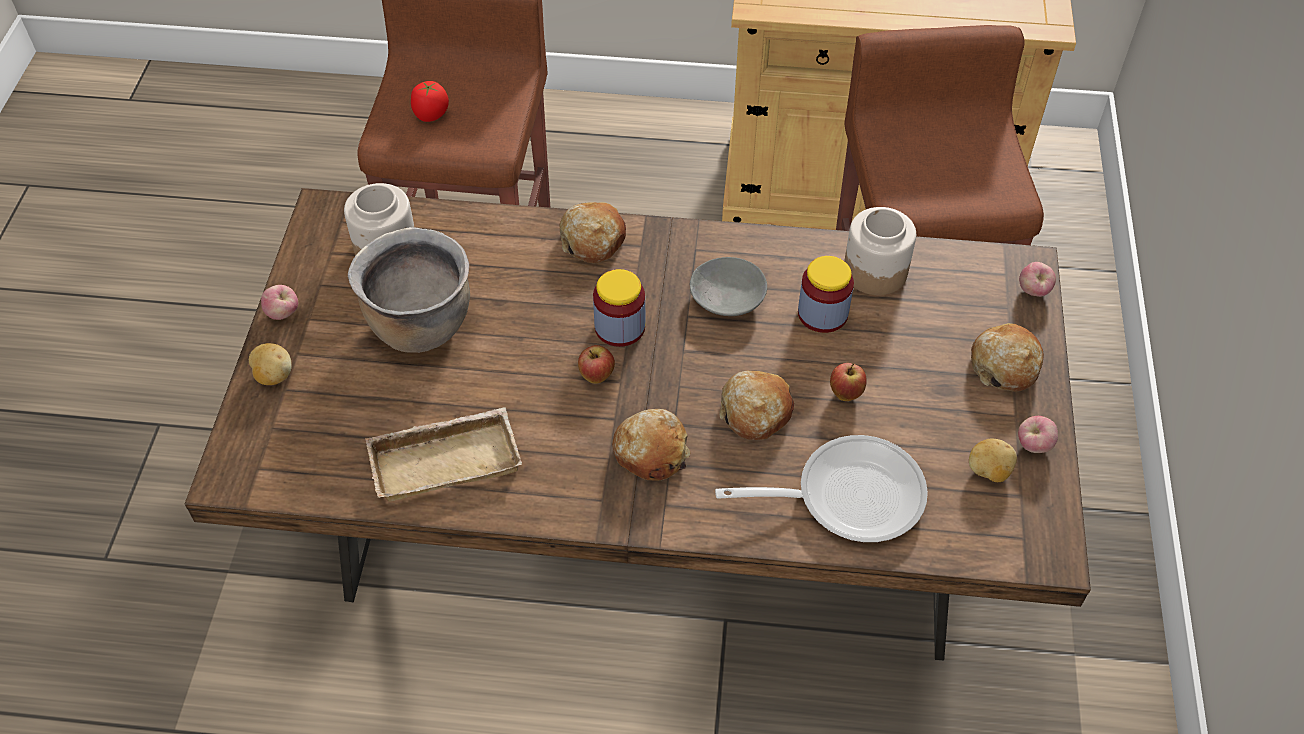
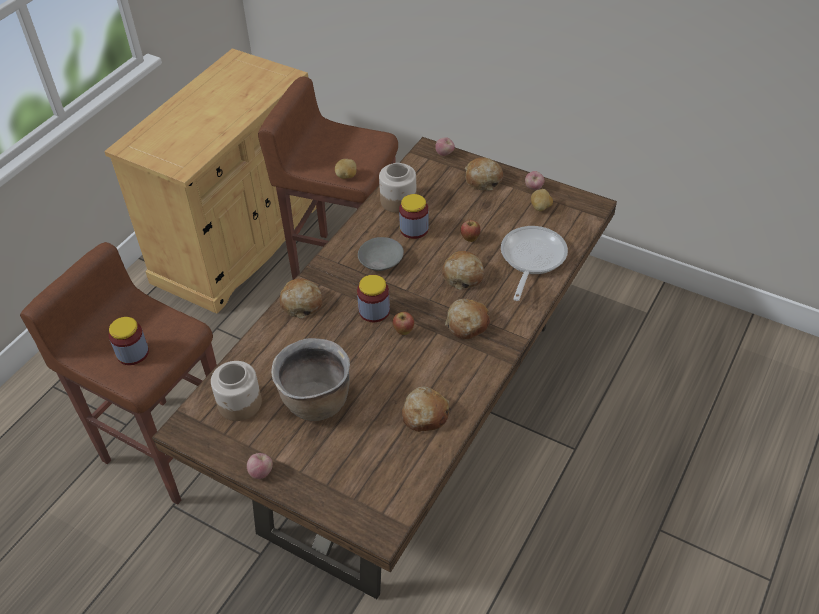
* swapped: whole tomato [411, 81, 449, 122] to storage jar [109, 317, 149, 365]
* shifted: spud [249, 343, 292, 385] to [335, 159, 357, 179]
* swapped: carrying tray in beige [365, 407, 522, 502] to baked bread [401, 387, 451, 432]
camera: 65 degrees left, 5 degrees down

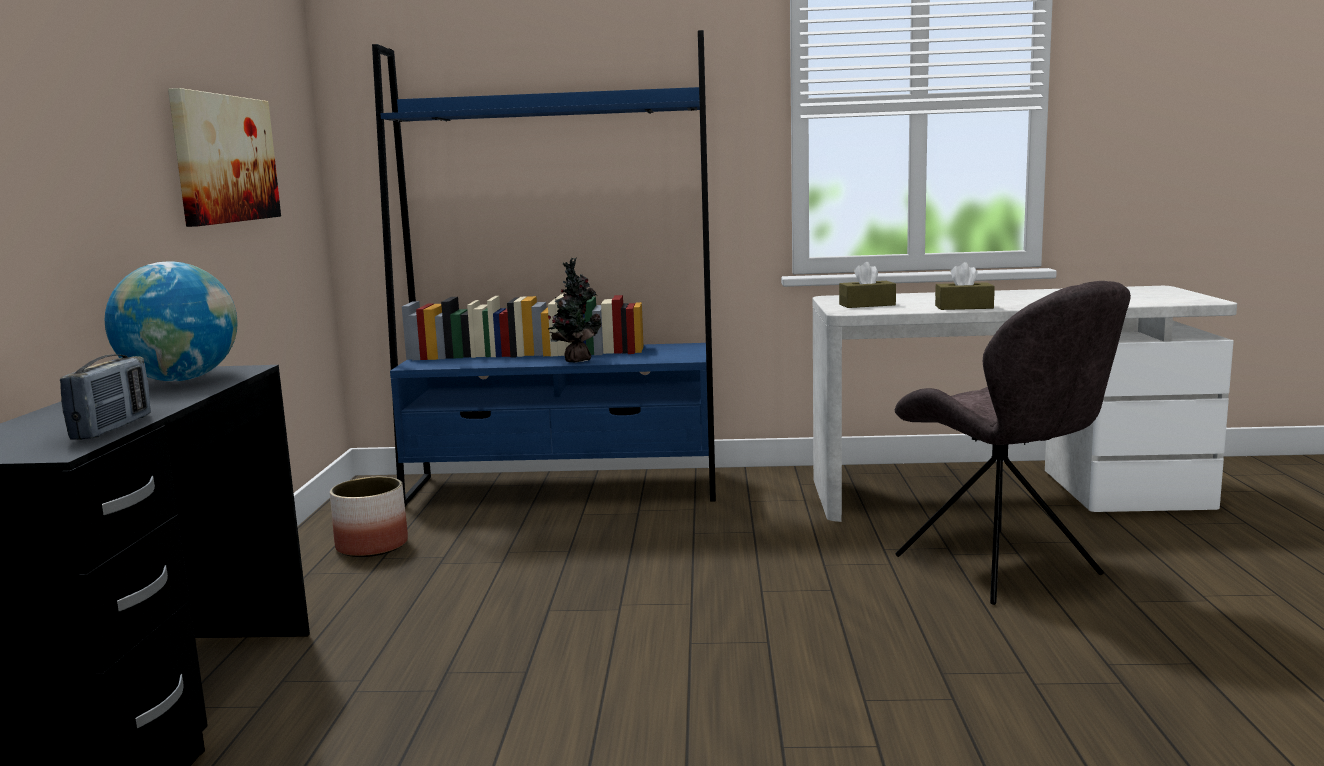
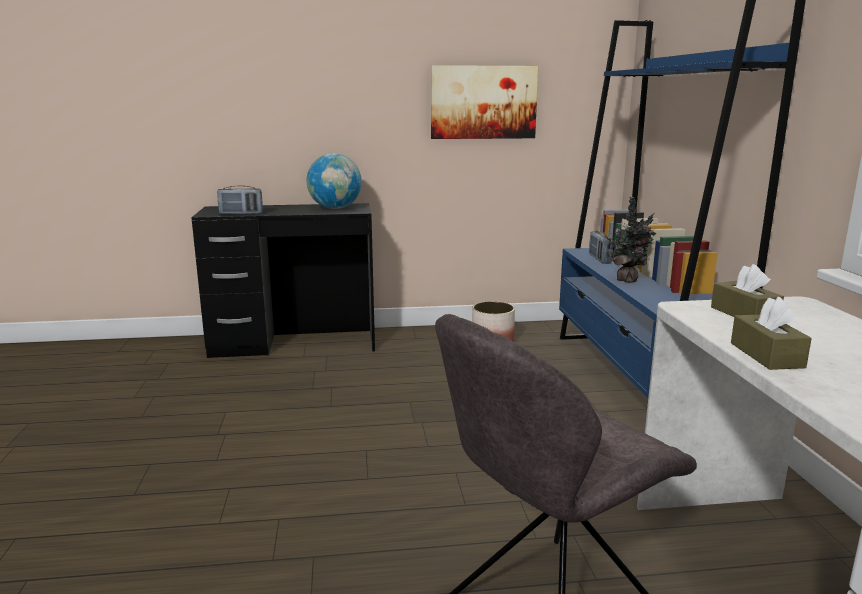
* new: radio receiver [589, 231, 613, 264]
camera: 80 degrees right, 5 degrees up

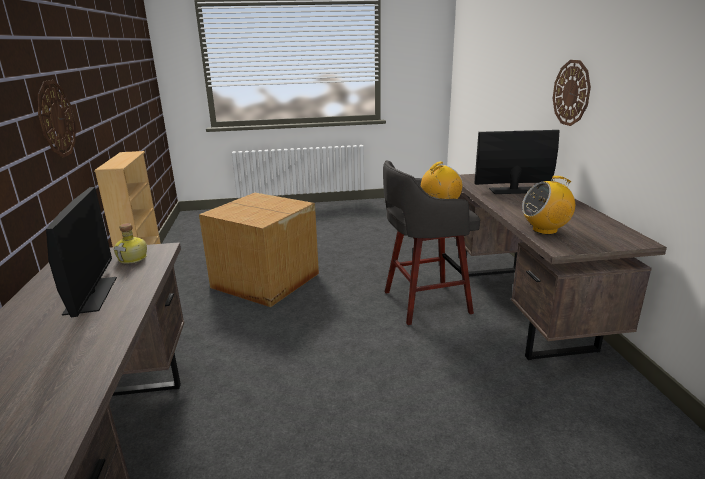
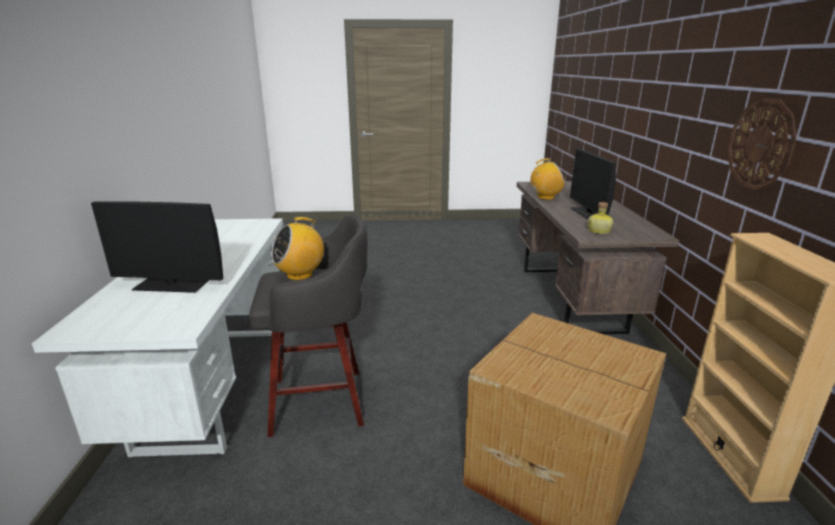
* repainted: desk table in brown-coloured [455, 174, 667, 360] to desk table in whitish [32, 218, 283, 457]
* shifted: radio receiver [522, 176, 575, 235] to [530, 158, 565, 200]
* gone: hanging clock [553, 60, 591, 126]
camera: 175 degrees left, 0 degrees up

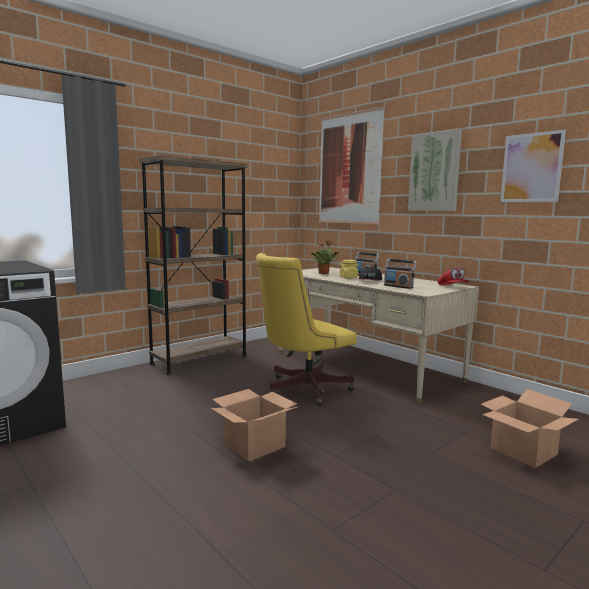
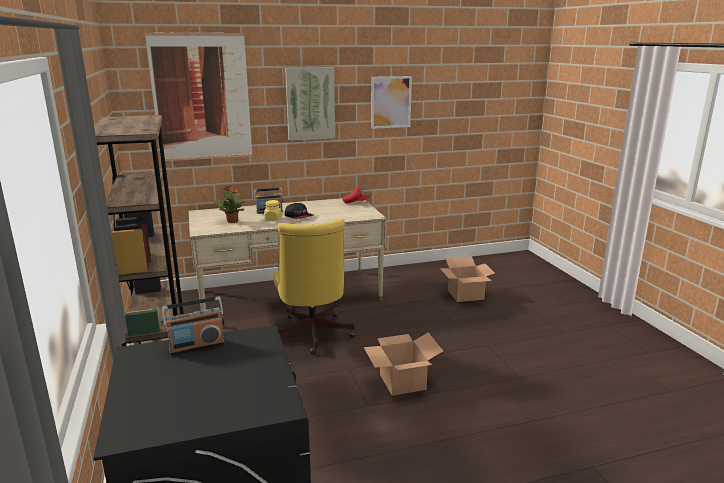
* shifted: radio receiver [384, 259, 417, 289] to [162, 296, 225, 355]
camera: 65 degrees left, 10 degrees up

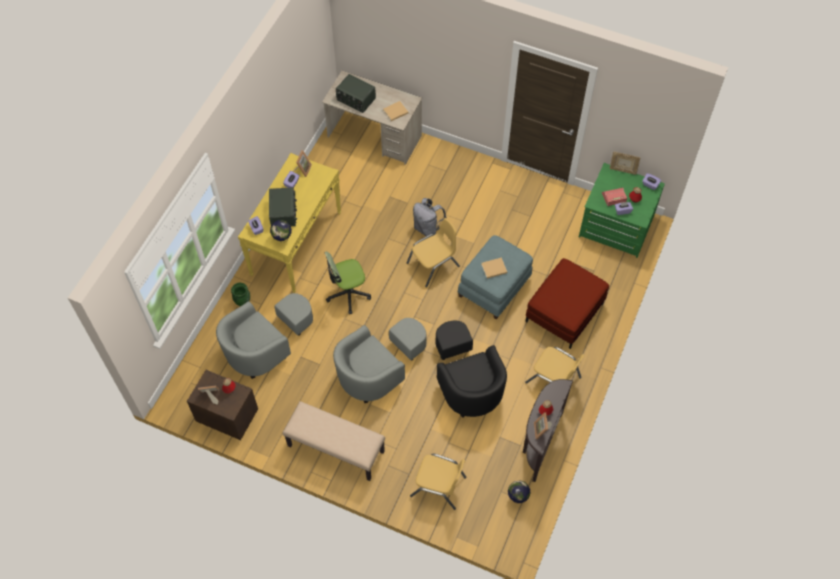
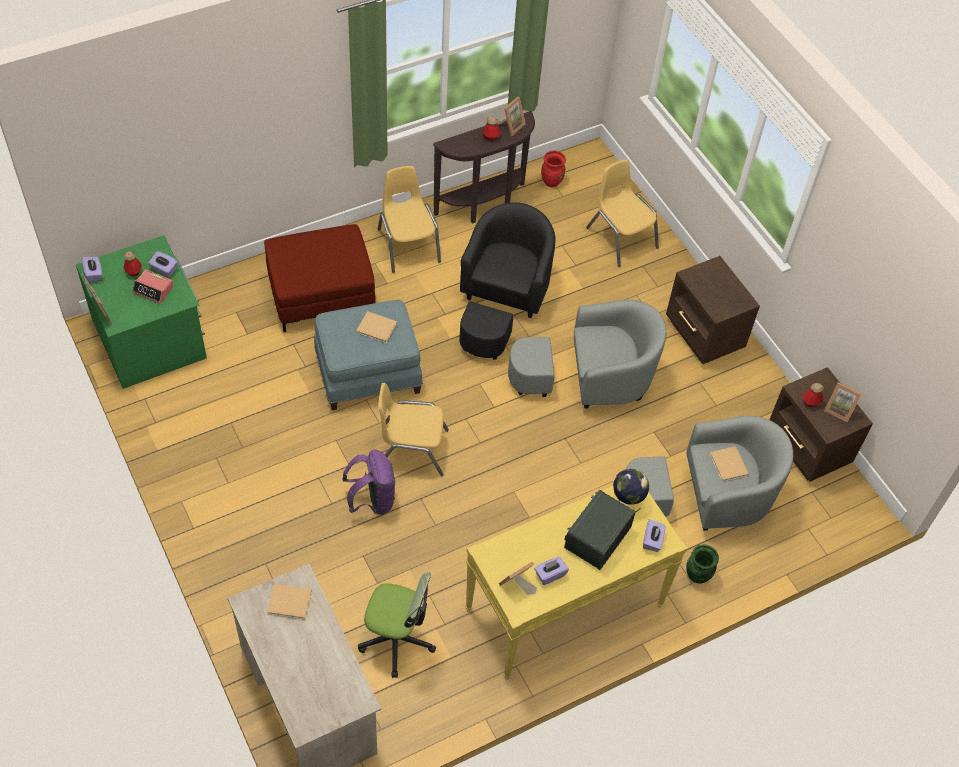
* repainted: knapsack in gray [413, 198, 447, 236] to knapsack in purple-coloured [342, 450, 395, 515]
* shifted: office chair [325, 252, 371, 314] to [358, 573, 436, 678]
* swapped: world globe [508, 481, 530, 503] to vase in red-coloured [541, 150, 566, 187]
* swapped: indoor bench in beige [283, 401, 385, 481] to night table in brown-coloured [666, 256, 760, 364]
* new: volume in beige [710, 446, 749, 482]
* gone: radio receiver [336, 74, 376, 113]
camera: 145 degrees left, 5 degrees down

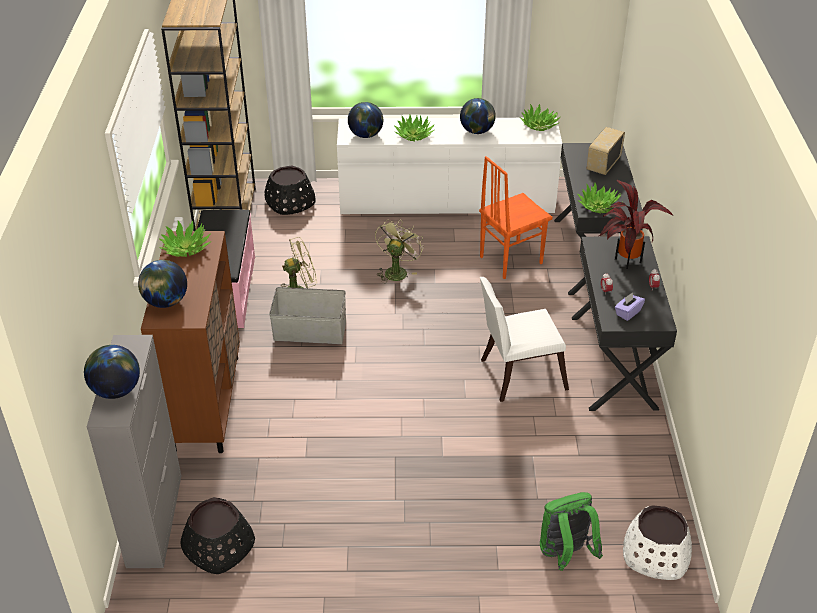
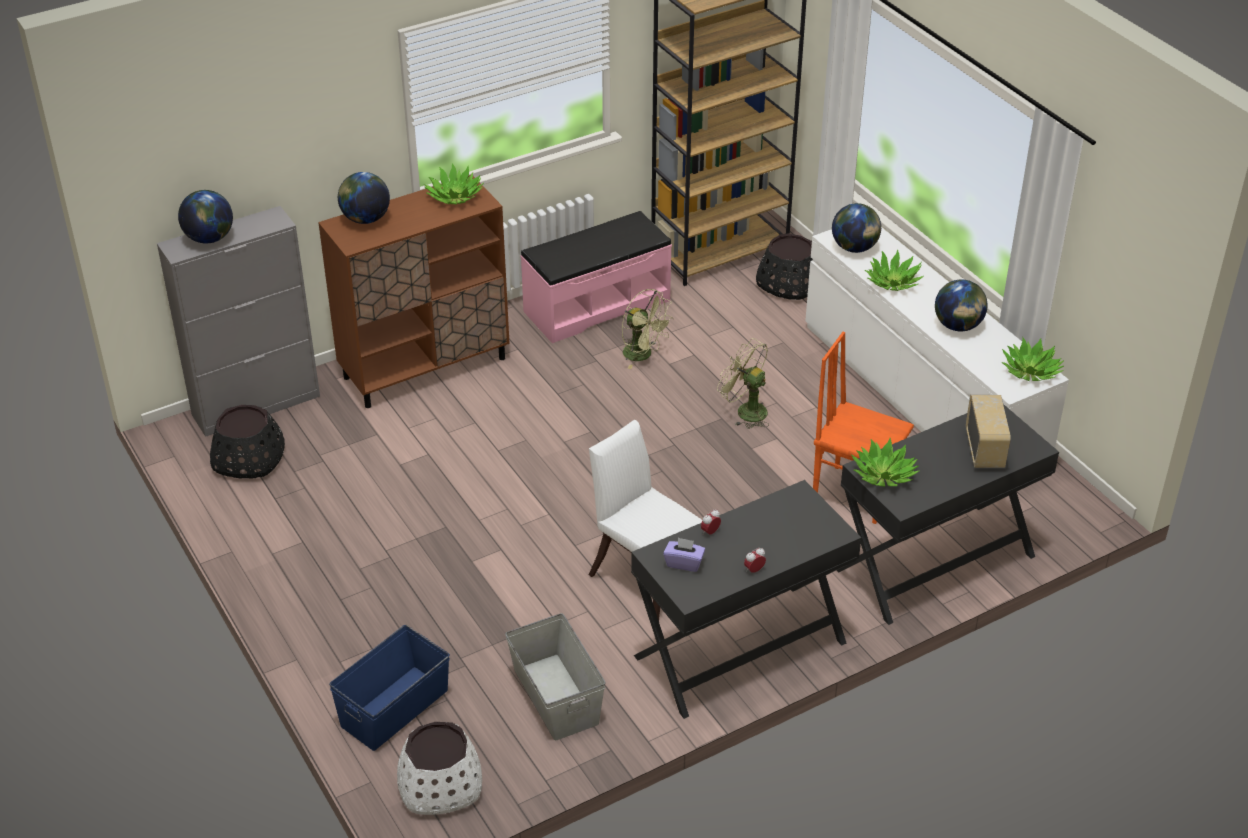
* swapped: knapsack in green-coloured [540, 492, 603, 571] to storage box in blue-coloured [329, 625, 450, 751]
* shifted: storage box in gray [269, 287, 346, 344] to [505, 613, 606, 741]
* rotated: electric fan in green-coloured [375, 219, 424, 283] = [717, 338, 769, 429] 135 degrees counterclockwise
* rotated: radio receiver [587, 127, 625, 175] = [966, 395, 1011, 468] 90 degrees clockwise
* gone: houseplant [599, 180, 673, 269]
camera: 60 degrees right, 0 degrees up

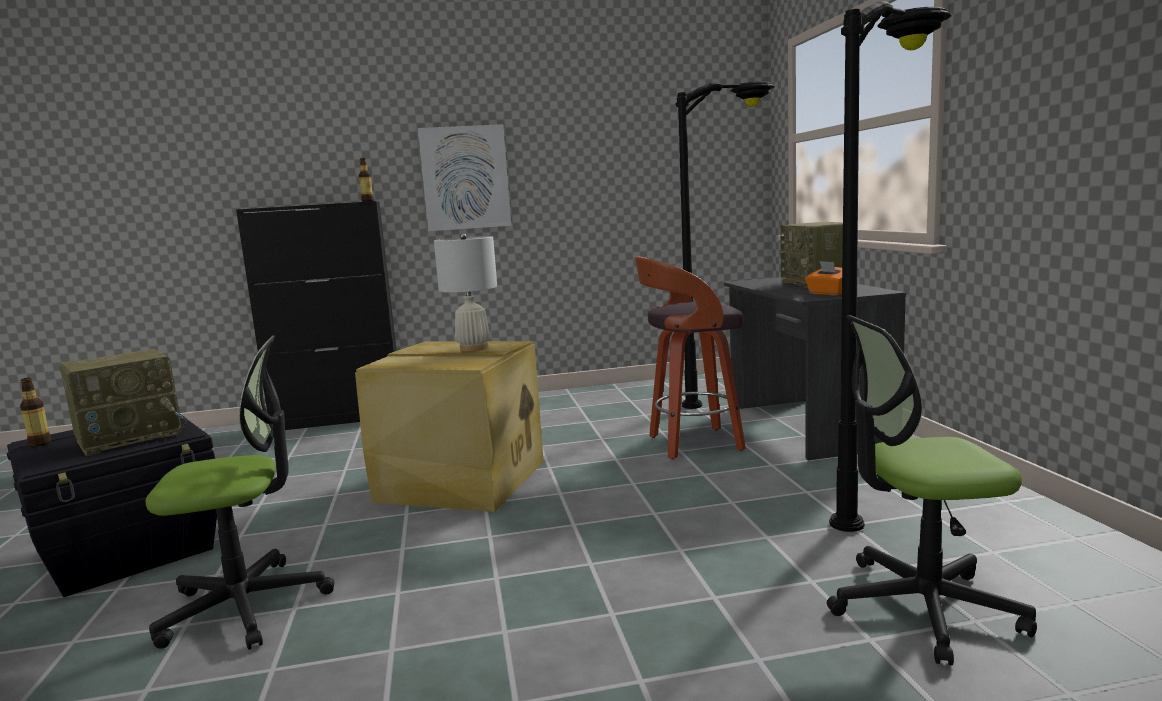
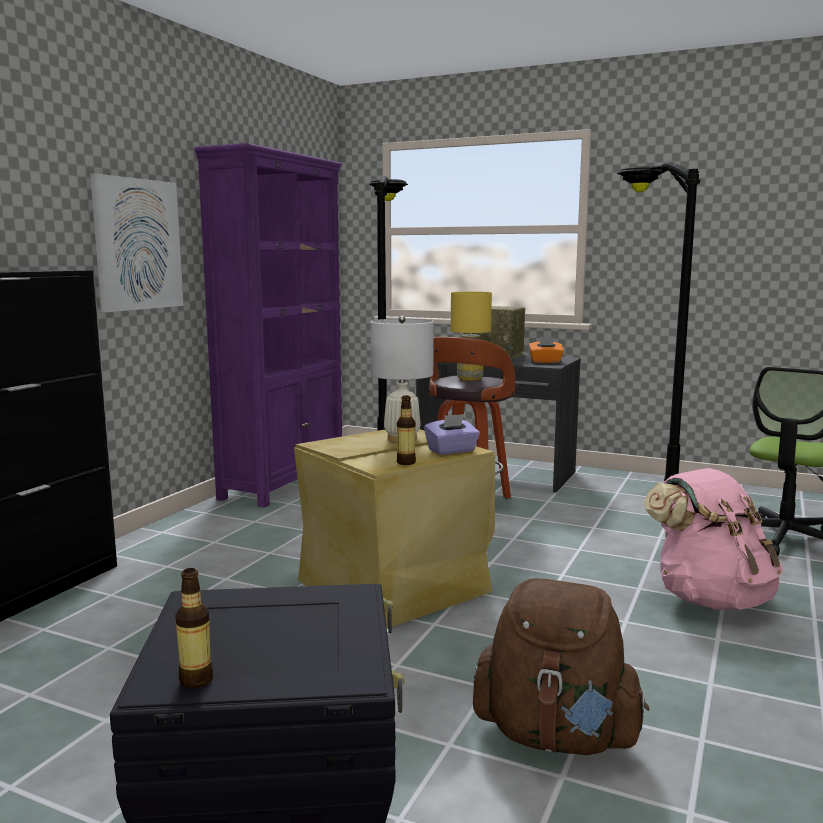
* new: bookshelf in purple-coloured [194, 143, 342, 508]
* shifted: beverage bottle [359, 158, 374, 202] to [397, 396, 416, 465]
* new: tissue holder in purple-coloured [424, 414, 480, 455]
* new: tabletop lamp in yellow [451, 292, 492, 381]
* swapped: office chair [146, 336, 334, 650] to knapsack in brown-coloured [473, 578, 649, 755]
* new: knapsack in pink [644, 468, 783, 610]
* gone: radio receiver [59, 349, 187, 456]
camera: 55 degrees left, 0 degrees up

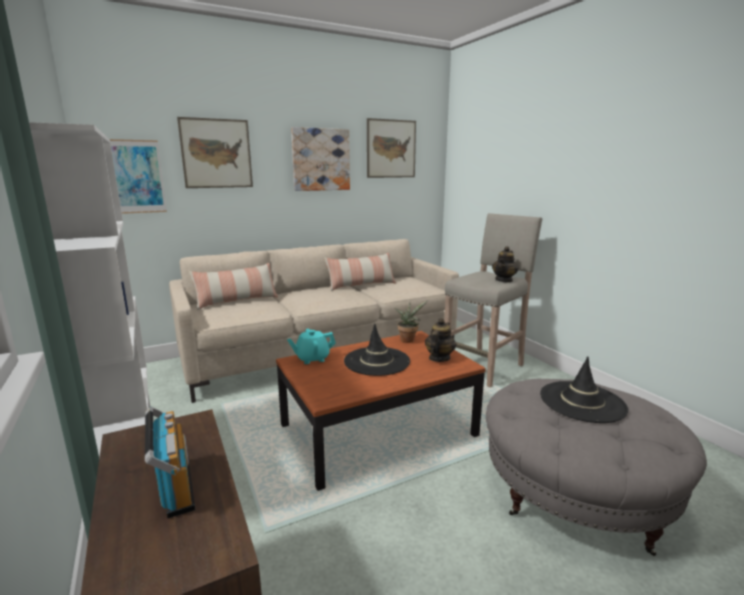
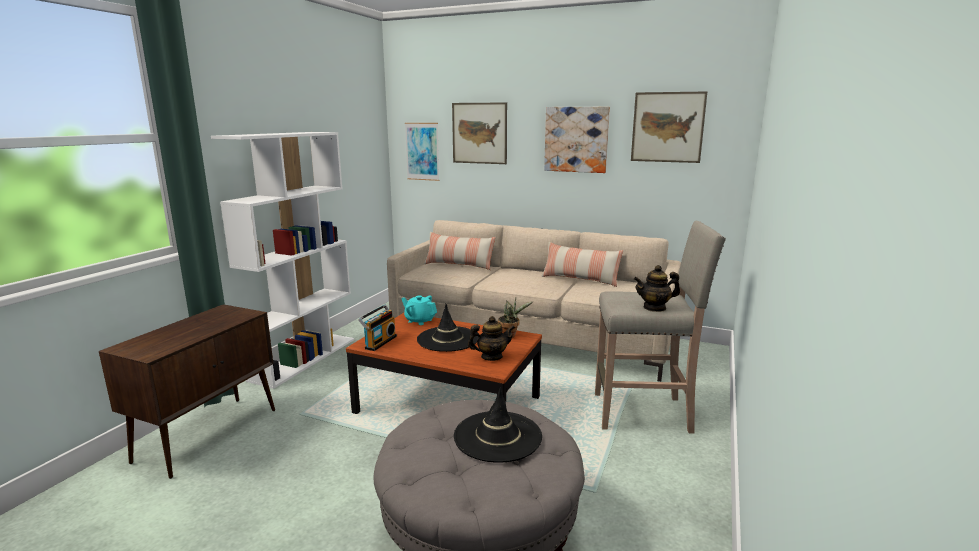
* shifted: radio receiver [145, 406, 195, 518] to [358, 305, 397, 351]
camera: 50 degrees right, 0 degrees up

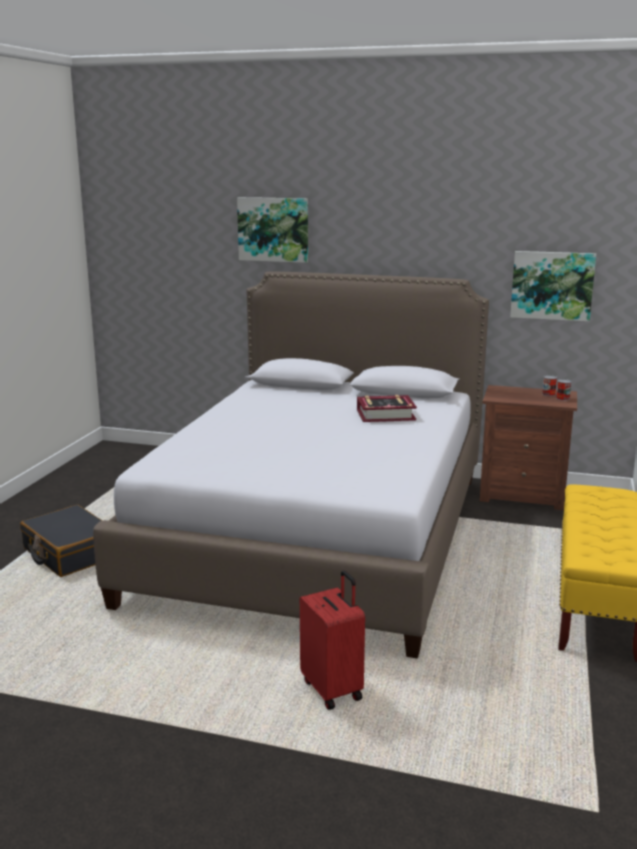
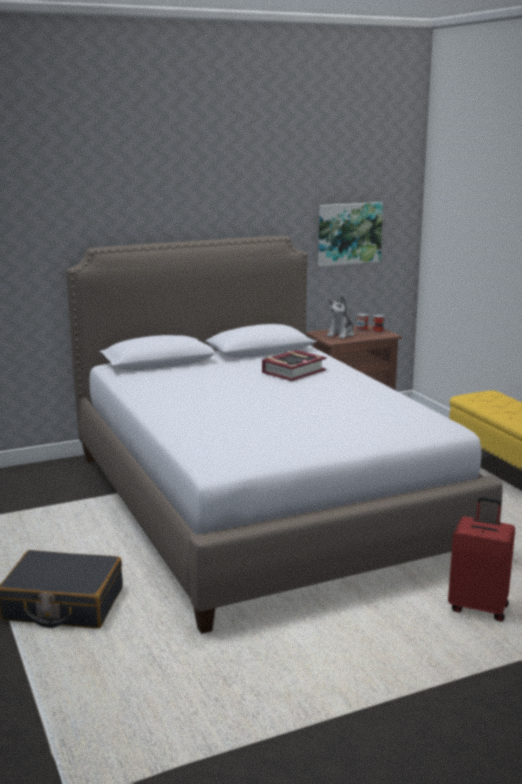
* new: soft toy [327, 295, 354, 339]
* gone: wall art [237, 197, 308, 263]
camera: 40 degrees left, 0 degrees up

